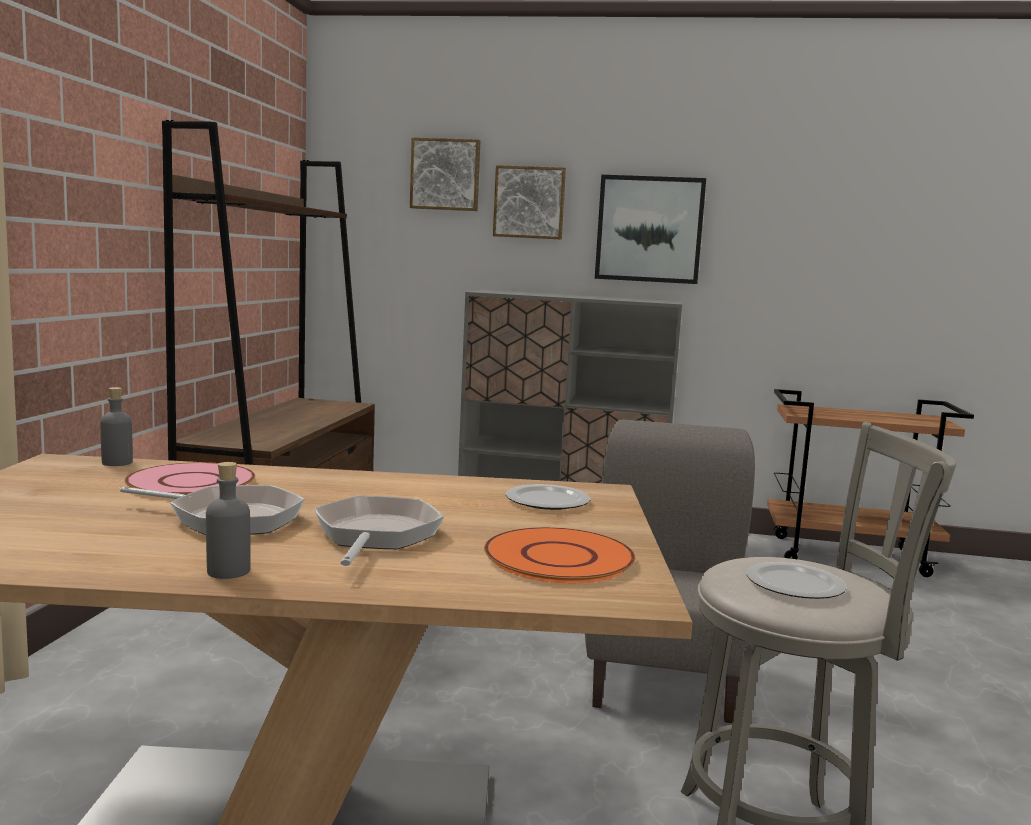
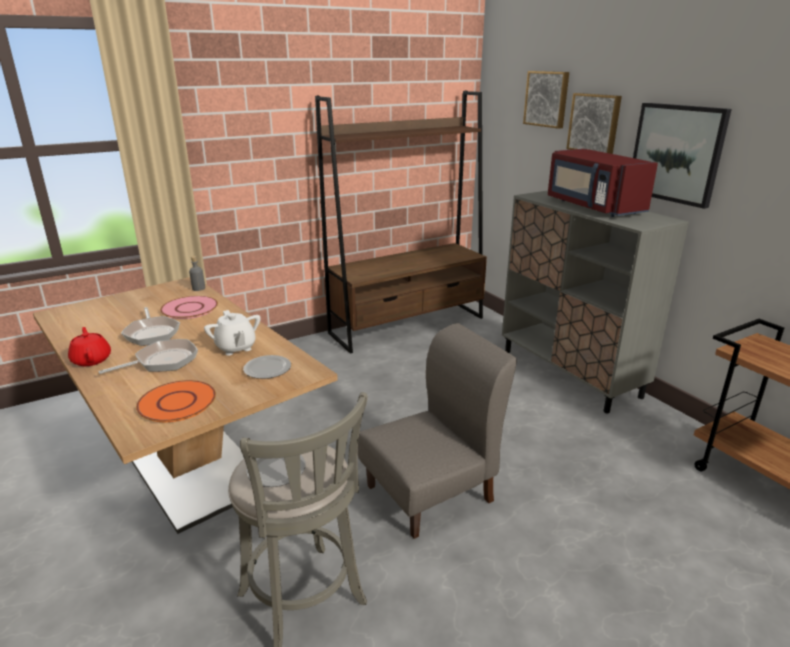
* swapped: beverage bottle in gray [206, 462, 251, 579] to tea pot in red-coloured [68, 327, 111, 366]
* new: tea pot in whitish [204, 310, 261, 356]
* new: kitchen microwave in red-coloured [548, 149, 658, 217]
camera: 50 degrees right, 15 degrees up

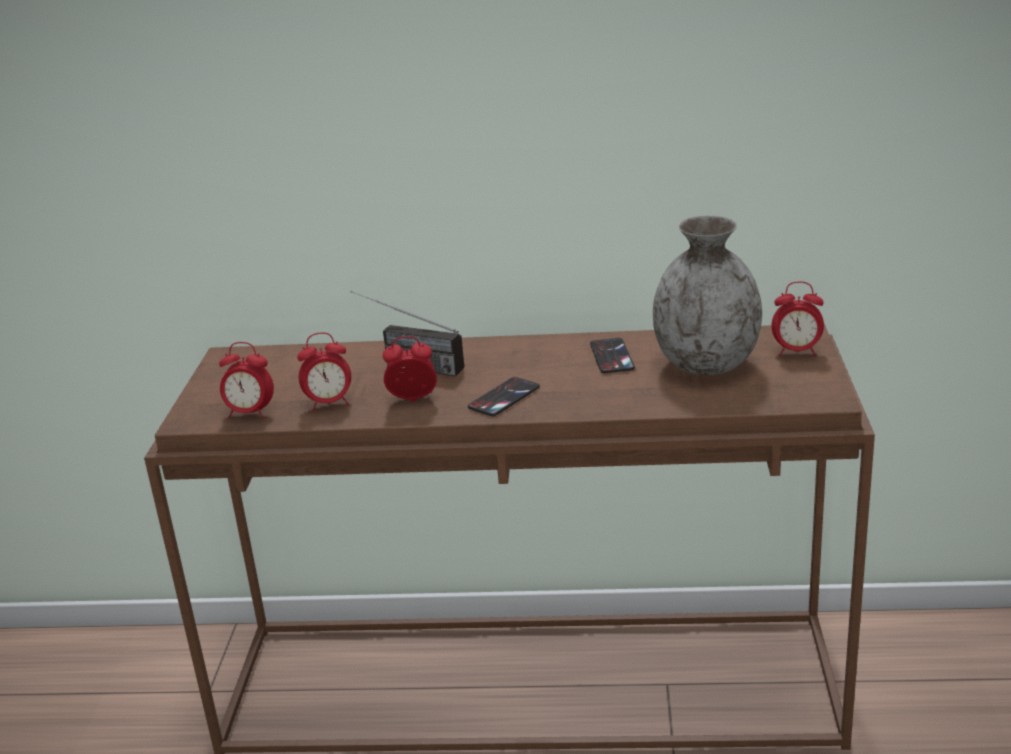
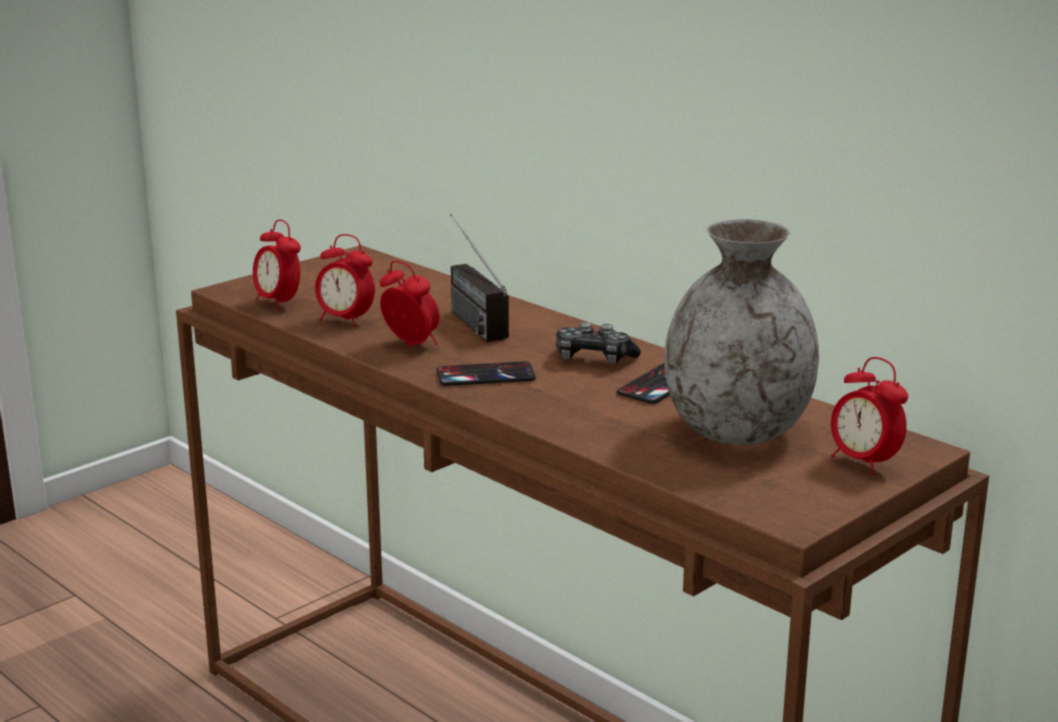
* new: gamepad [556, 322, 641, 364]
camera: 40 degrees right, 5 degrees down

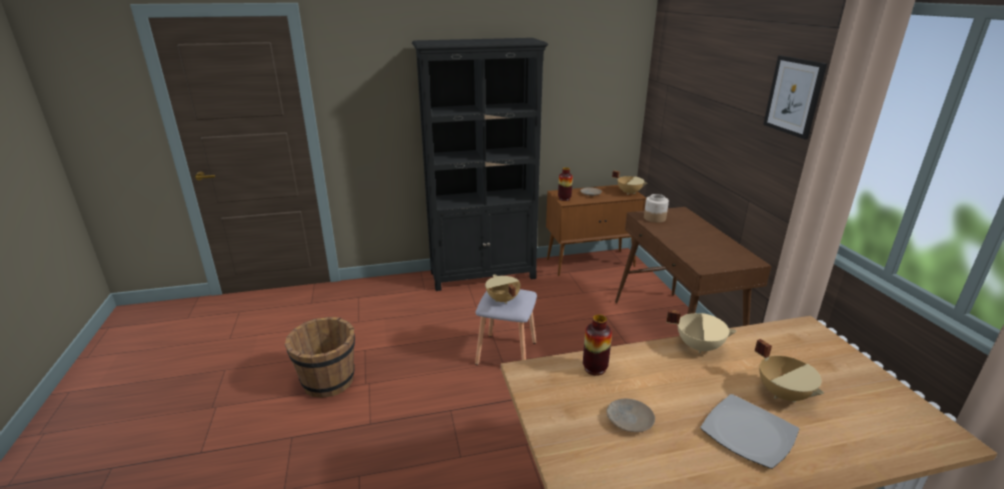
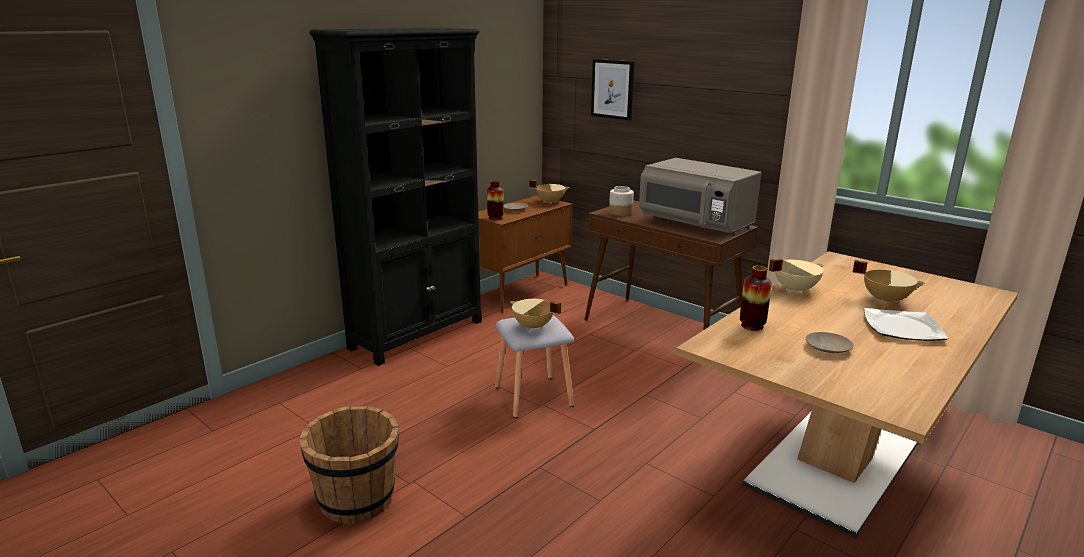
* shifted: wall art [763, 56, 827, 139] to [591, 59, 634, 121]
* new: kitchen microwave in gray [639, 158, 761, 235]
camera: 35 degrees left, 5 degrees down

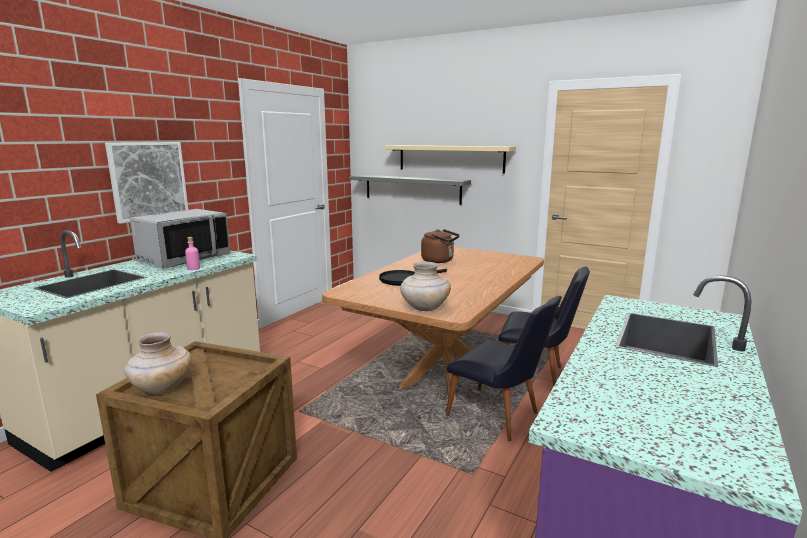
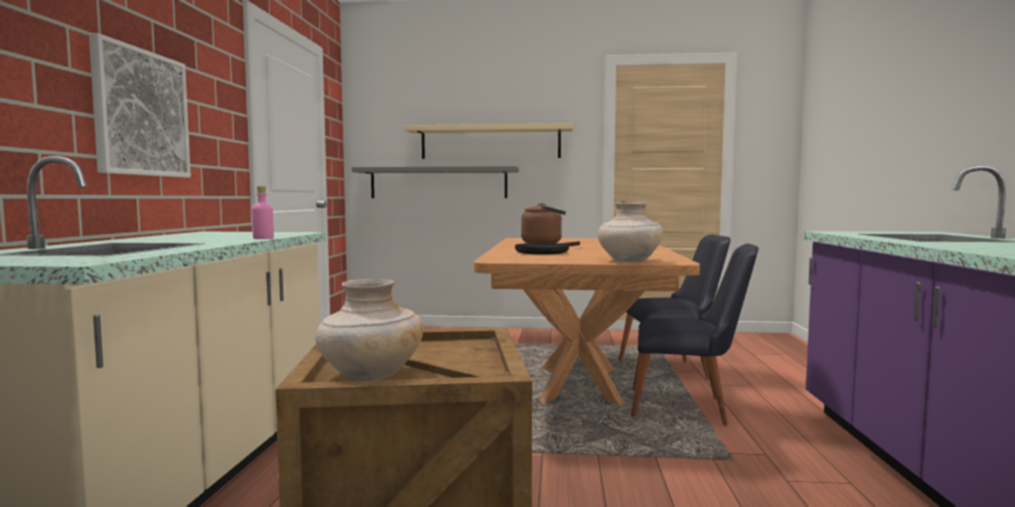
* gone: kitchen microwave in gray [130, 209, 230, 269]
camera: 25 degrees left, 10 degrees down

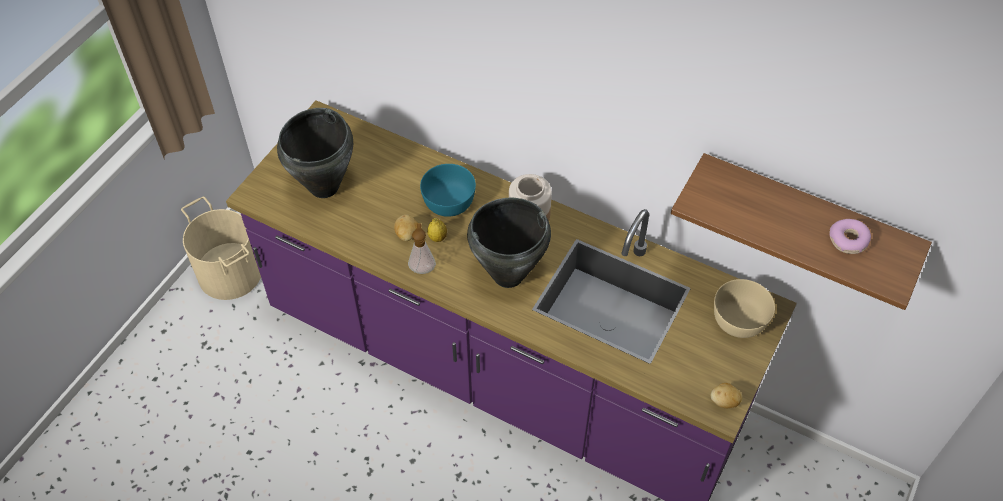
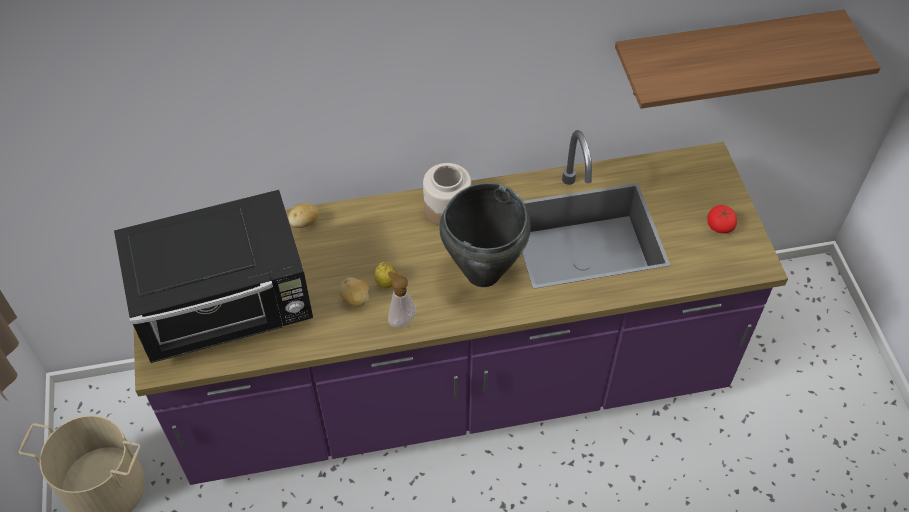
* swapped: saucepot in black [277, 108, 353, 198] to kitchen microwave in black [114, 190, 313, 363]
* shifted: spud [710, 383, 742, 408] to [288, 203, 318, 228]
* new: whole tomato [707, 205, 737, 233]
* gone: deep dish in turquoise-coloured [420, 164, 476, 217]
* gone: deep dish in beige [714, 279, 775, 338]
* gone: donut [829, 219, 871, 254]
camera: 40 degrees left, 0 degrees up

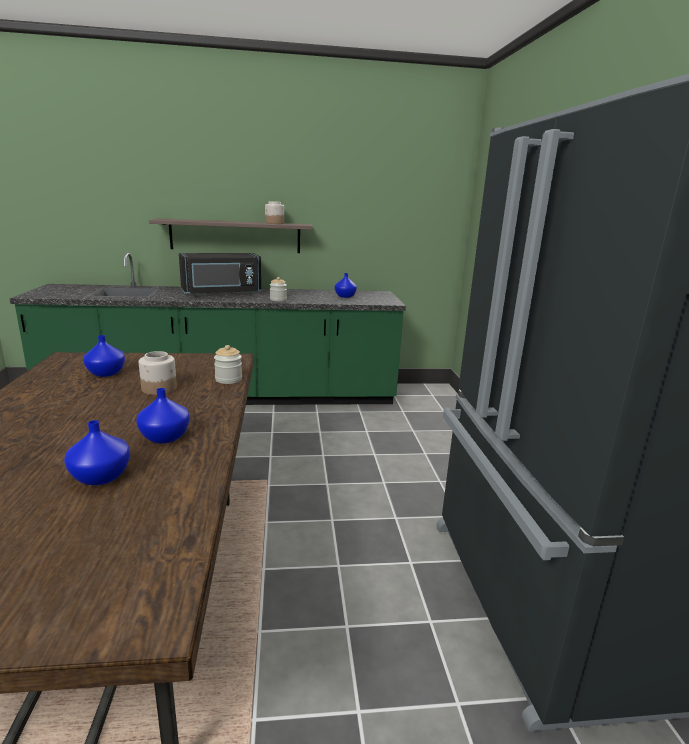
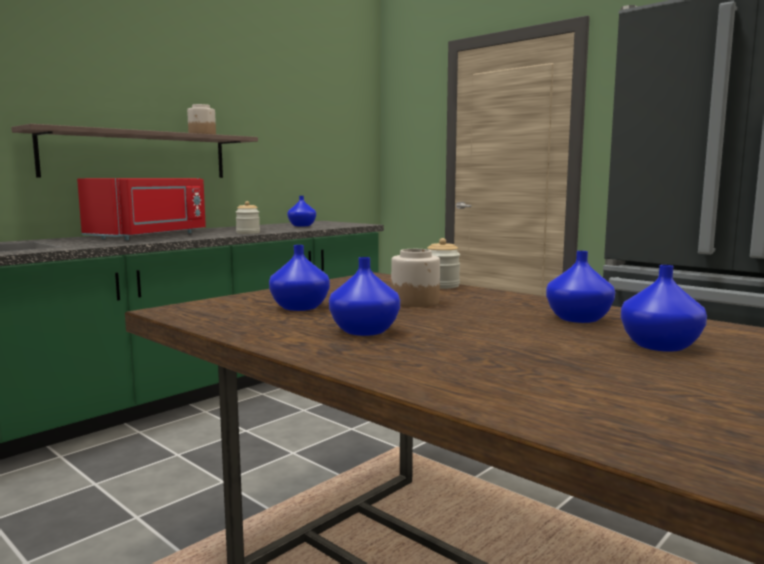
* repainted: kitchen microwave in black [179, 253, 261, 296] to kitchen microwave in red-coloured [77, 178, 206, 240]
* new: vase in blue-coloured [329, 257, 400, 336]
camera: 40 degrees left, 10 degrees down

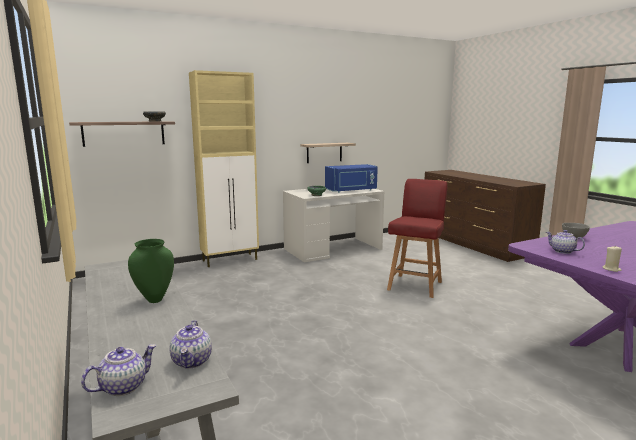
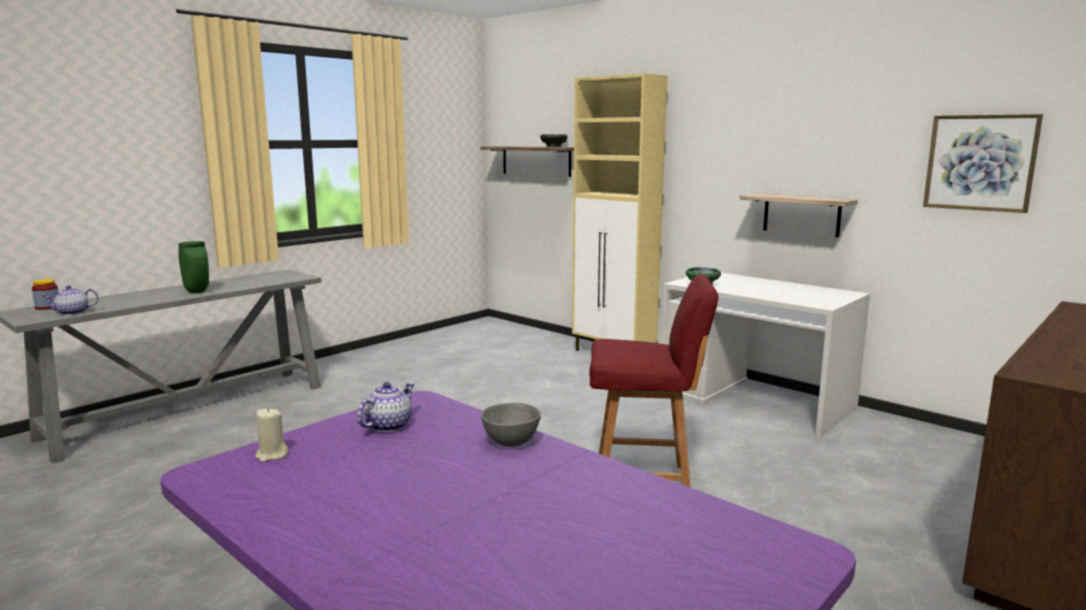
* swapped: tea pot [81, 344, 157, 396] to storage jar [32, 279, 58, 310]
* new: wall art [923, 114, 1043, 213]
* gone: kitchen microwave in blue-coloured [325, 164, 378, 193]
camera: 70 degrees right, 0 degrees up

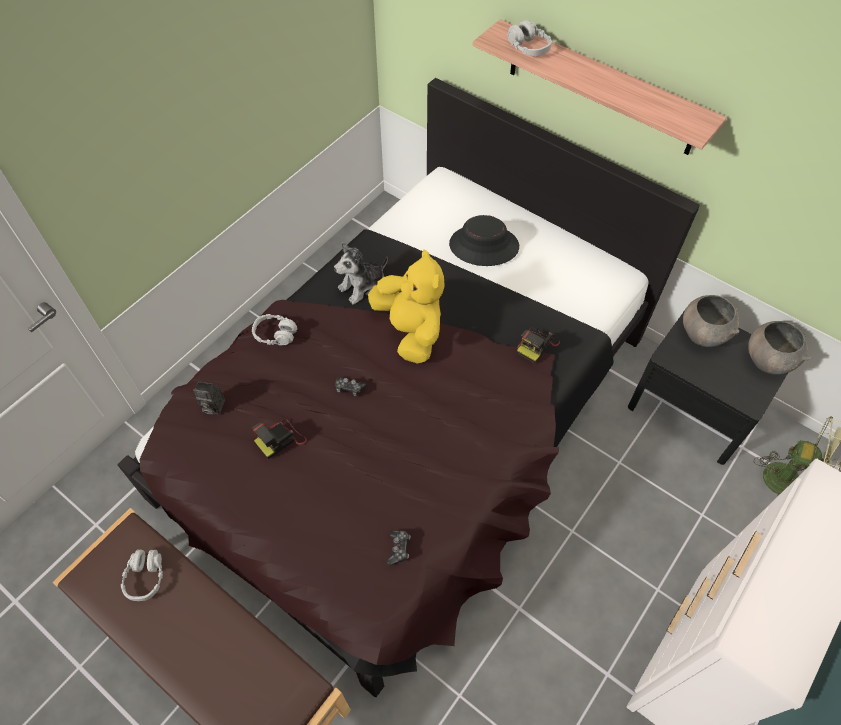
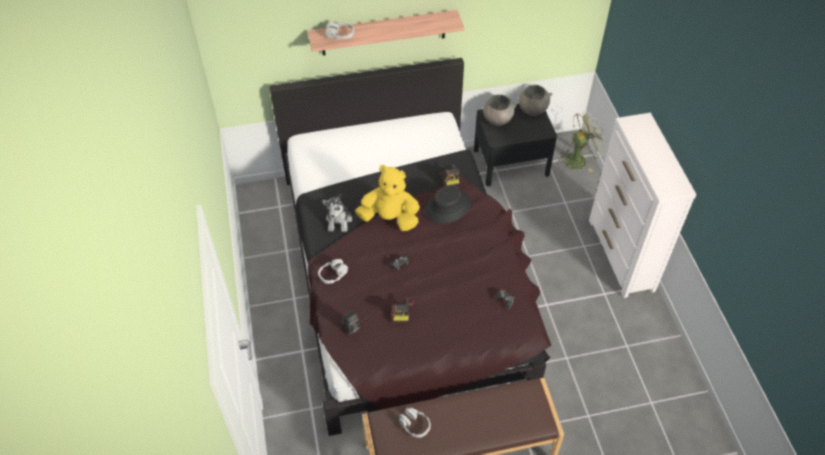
* shifted: hat in black [449, 215, 519, 266] to [425, 185, 471, 224]
camera: 50 degrees left, 5 degrees down

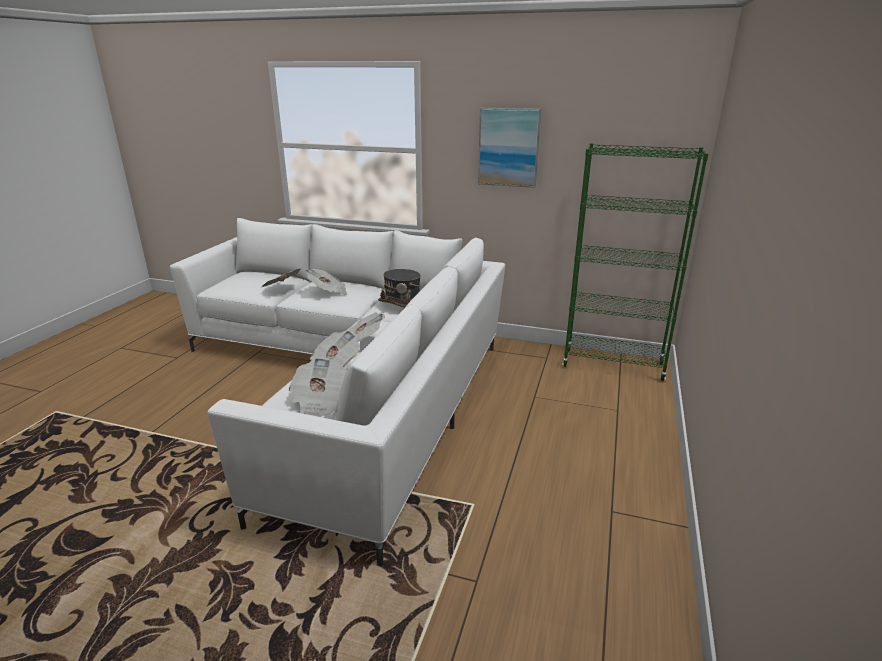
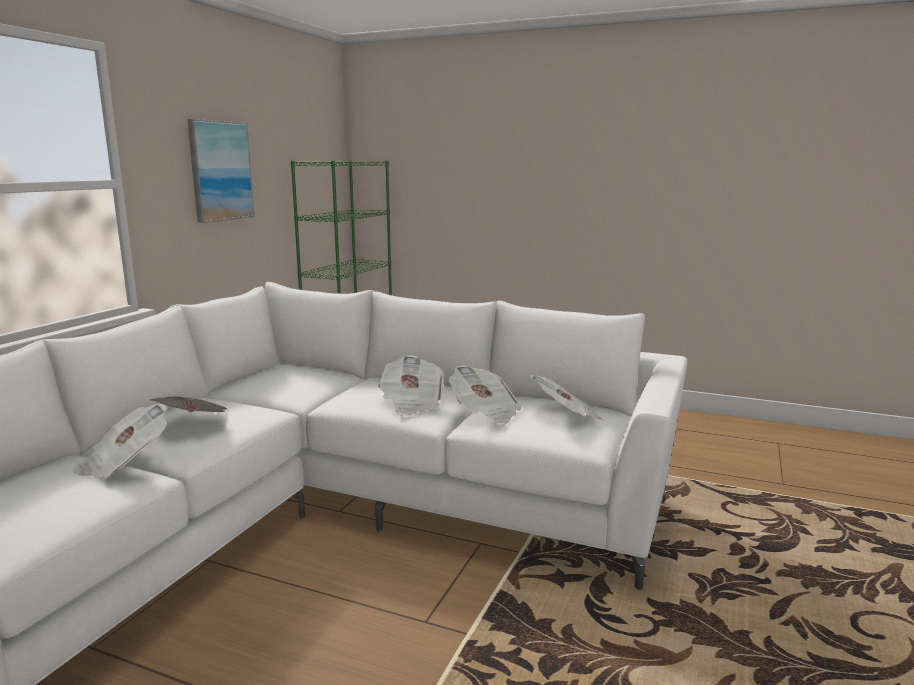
* gone: hat in gray [378, 269, 421, 308]
camera: 85 degrees left, 10 degrees down

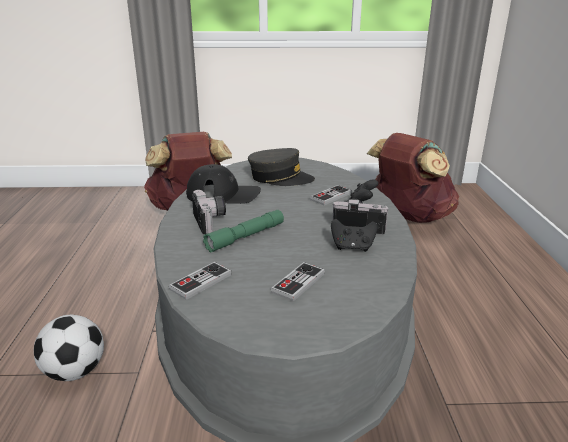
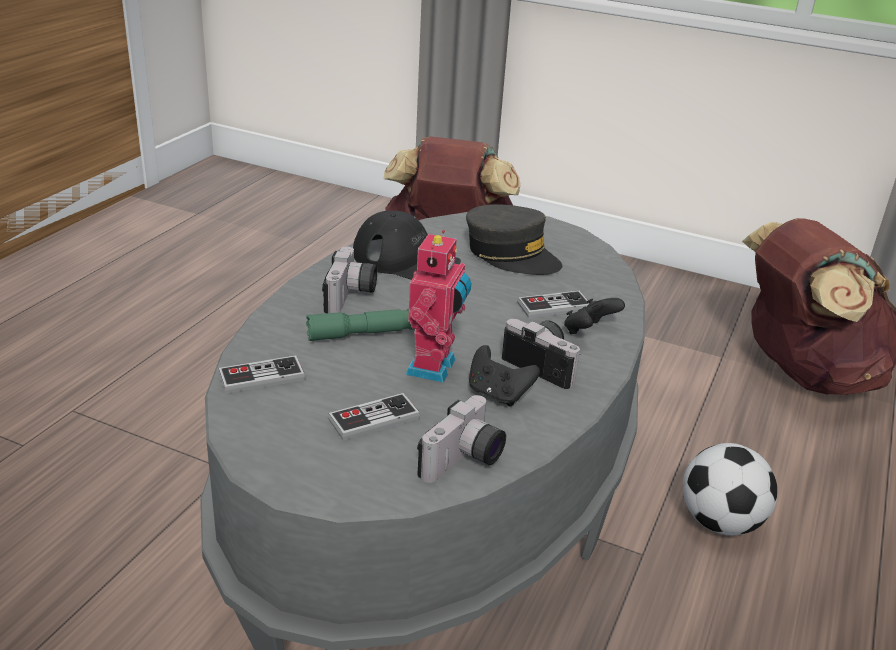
* new: robot figure [405, 230, 471, 383]
* new: photo camera [417, 395, 506, 483]
* shifted: ball for football [34, 315, 104, 381] to [683, 443, 777, 536]
camera: 25 degrees right, 5 degrees up

